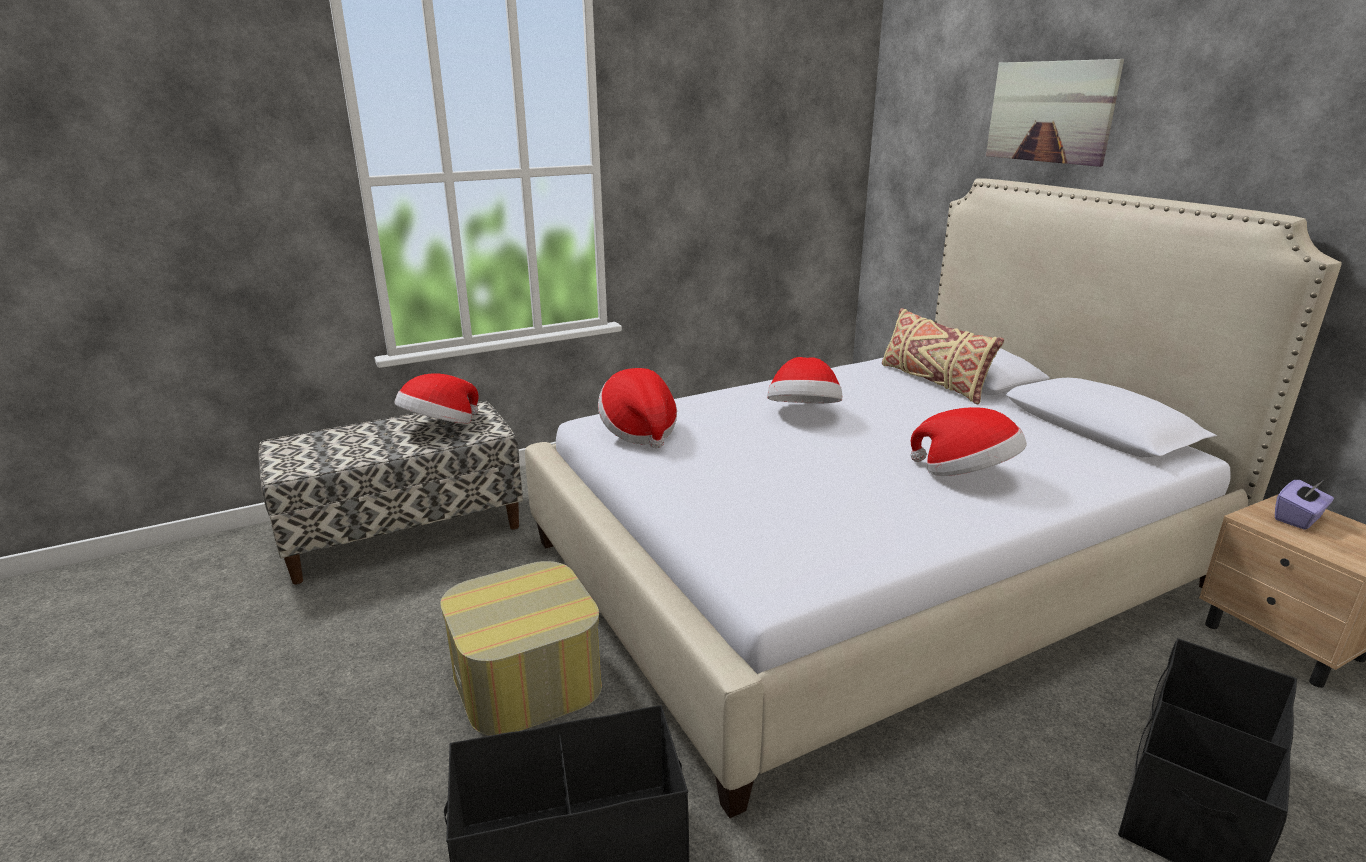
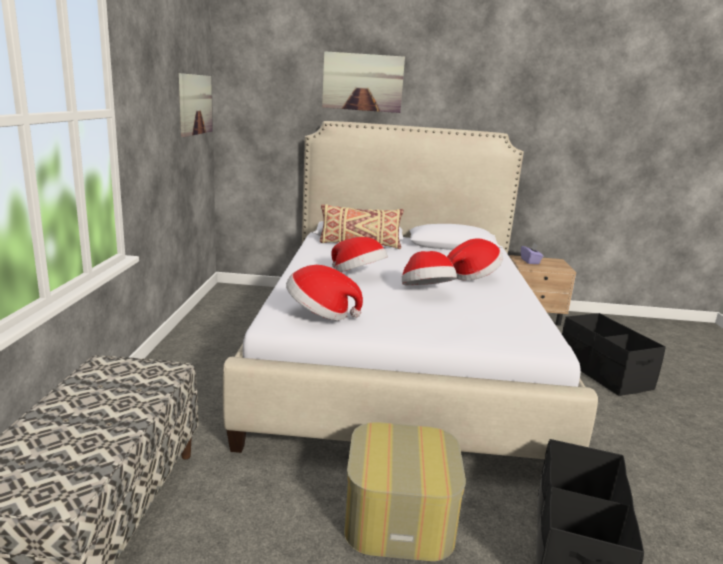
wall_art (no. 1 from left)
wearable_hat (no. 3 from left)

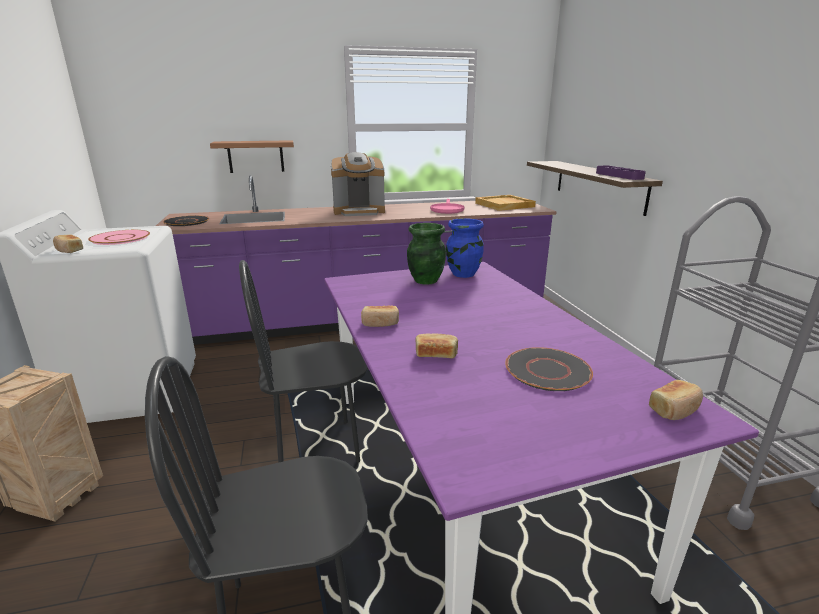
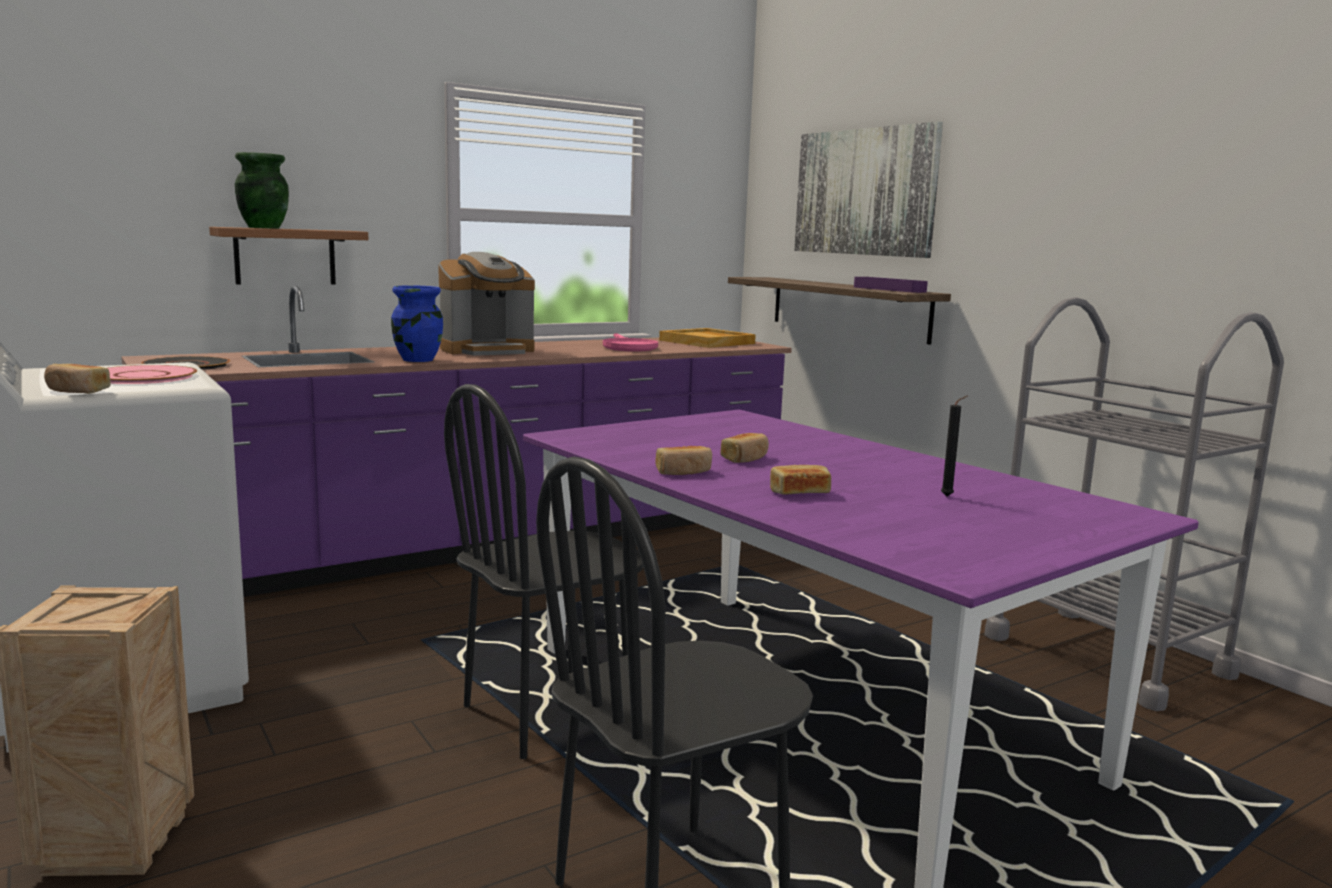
wall_art
green_decorative_vase
bluish_decorative_vase
baked_bread (no. 3 from left)
black_candle

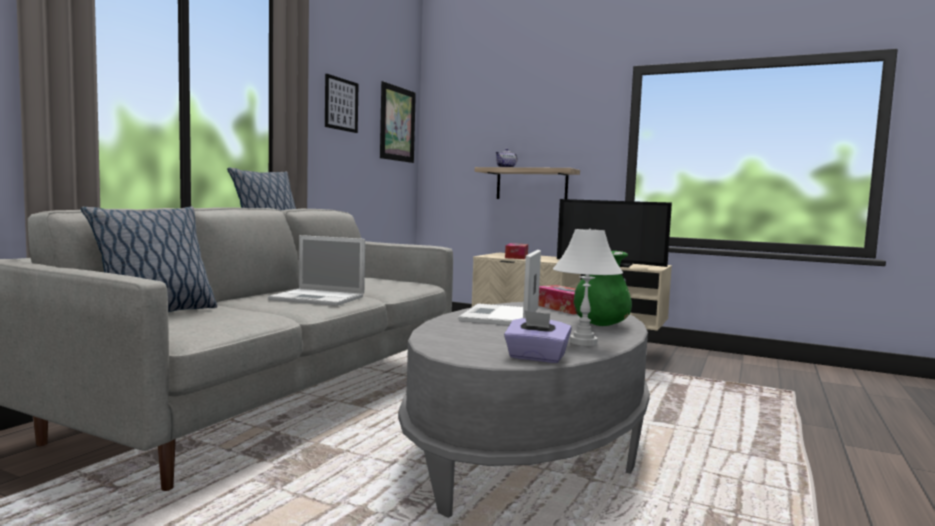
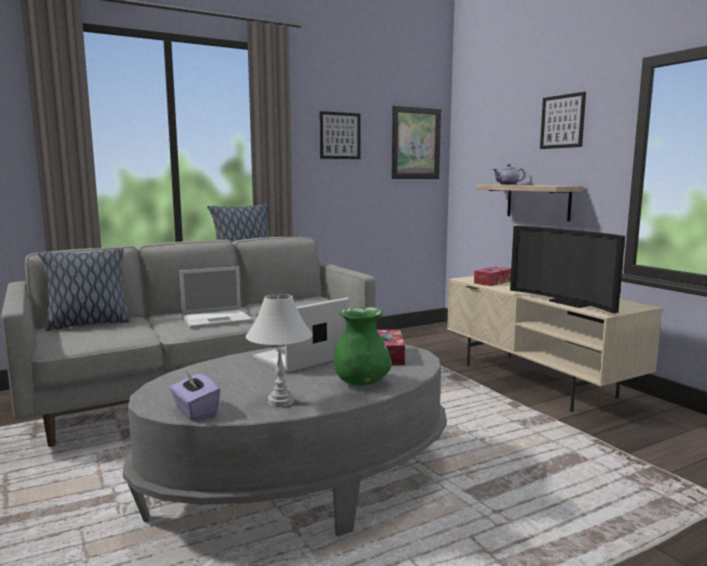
wall_art (no. 3 from left)
portable_computer (no. 1 from left)

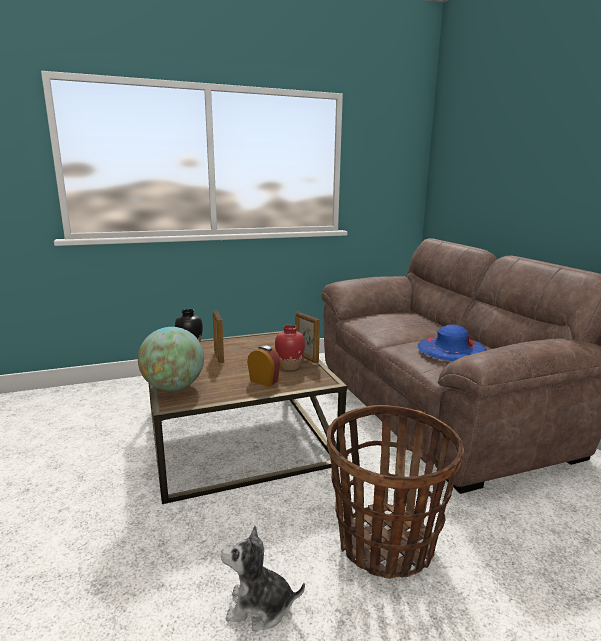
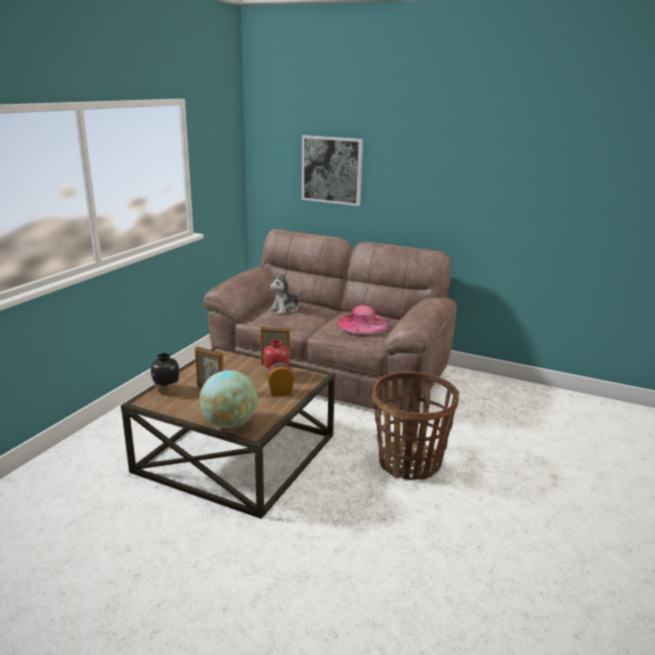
wall_art
plush_toy
pinkish_wearable_hat

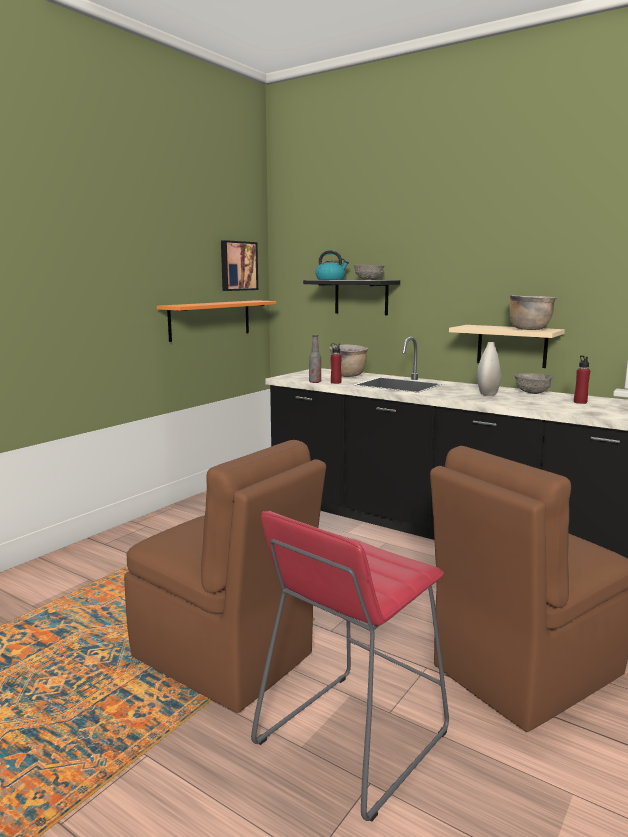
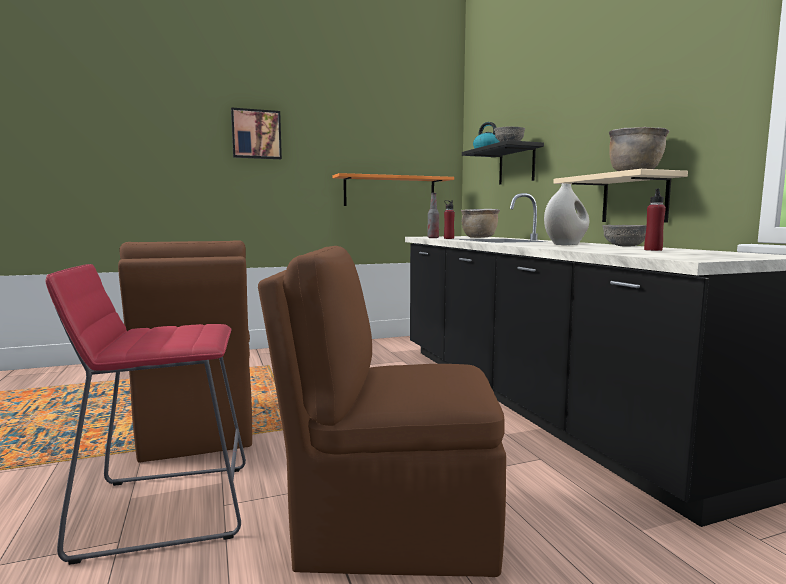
wall_art

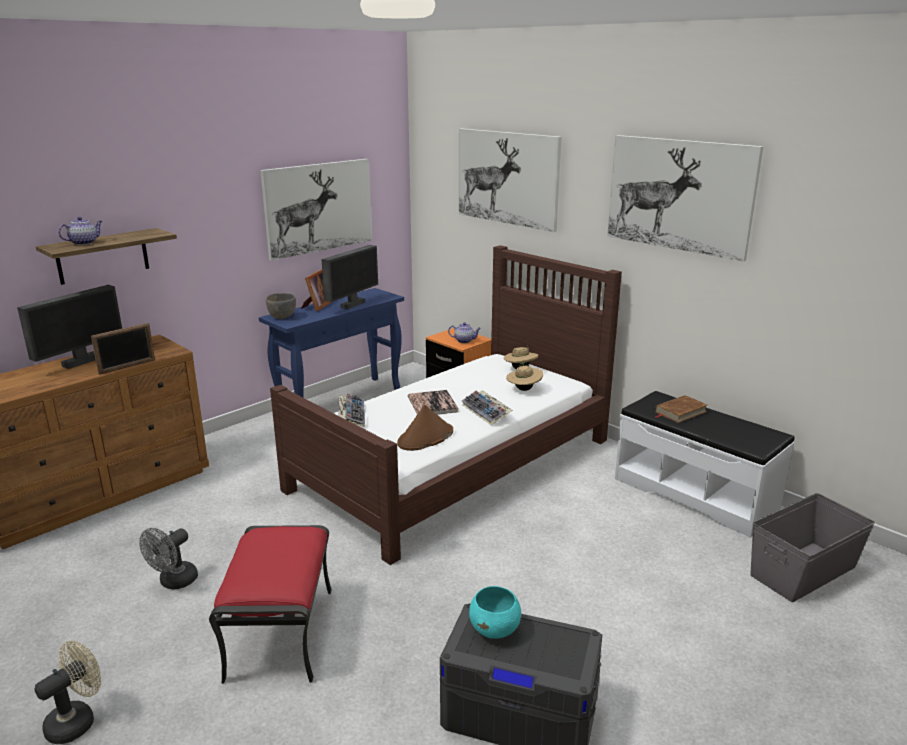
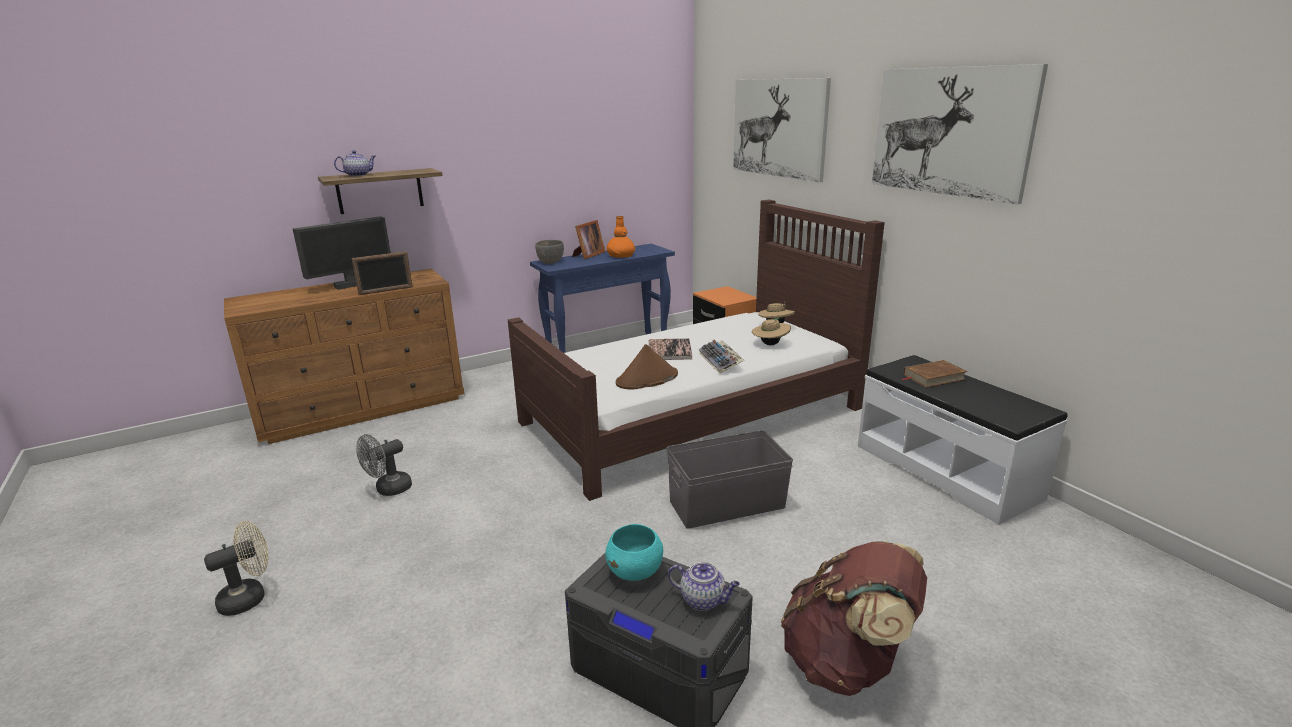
reddish_pouffe
wall_art (no. 1 from left in the first image)
PC_keyboard (no. 1 from left in the first image)
brown_backpack
teapot (no. 2 from left)
greyish_storage_bin (no. 2 from left)
orange-coloured_decorative_vase

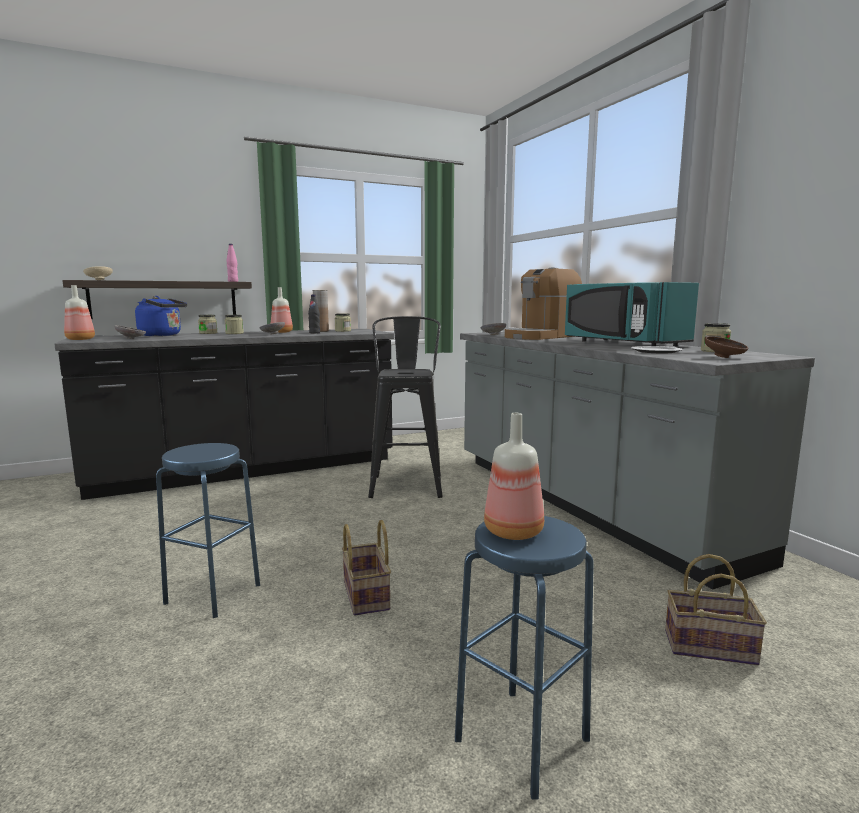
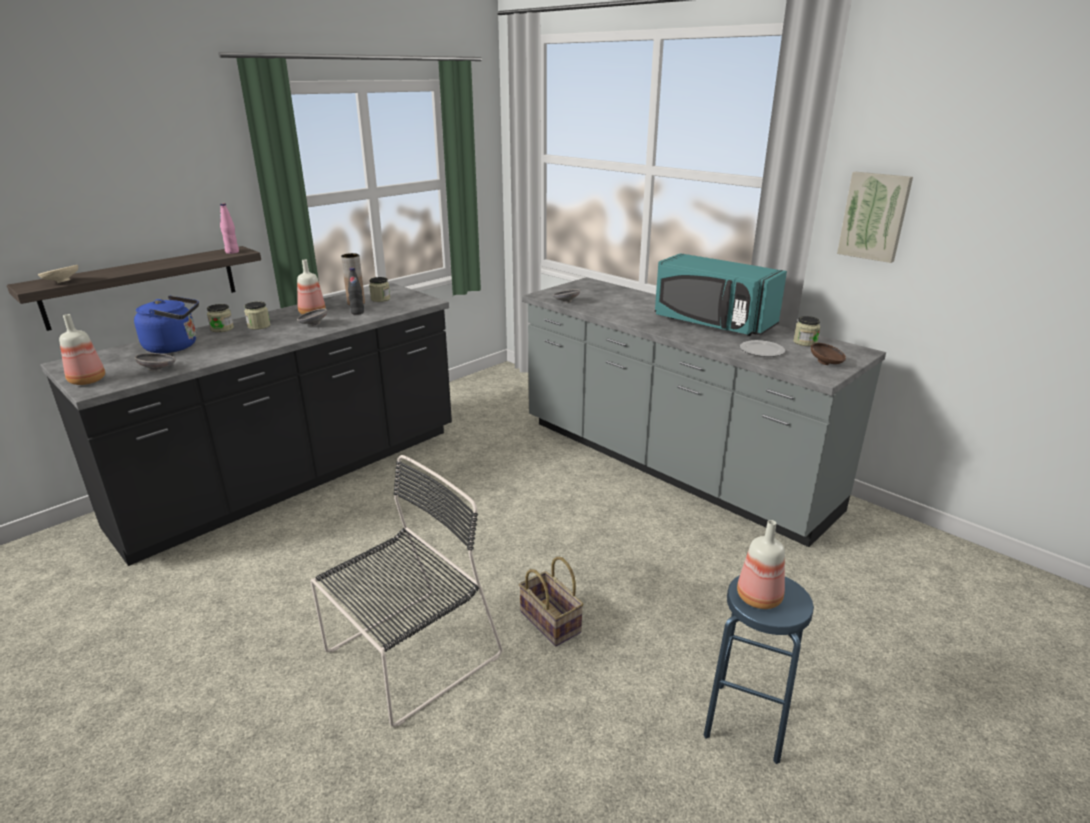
black_stool
coffee_brewer
storage_basket (no. 2 from left in the first image)
wall_art
black_chair

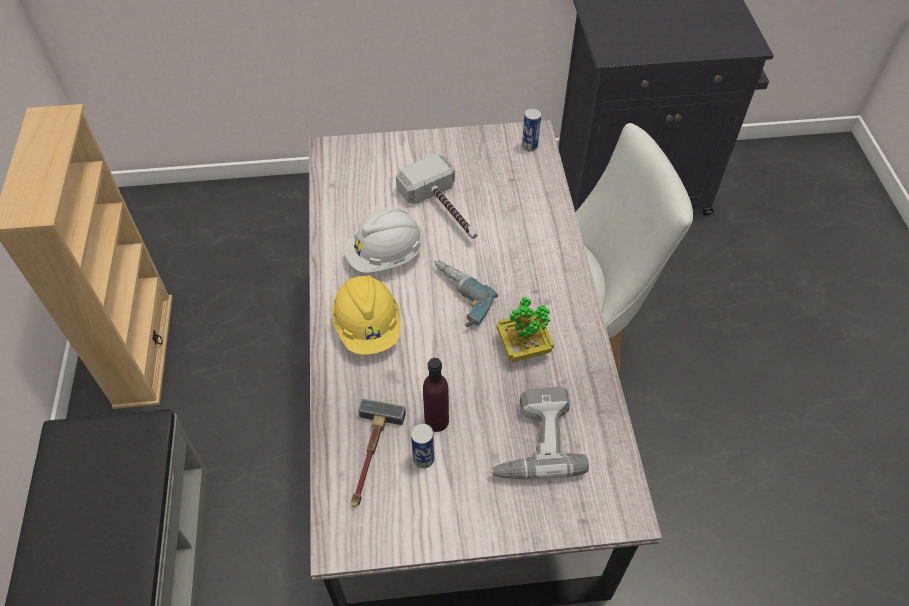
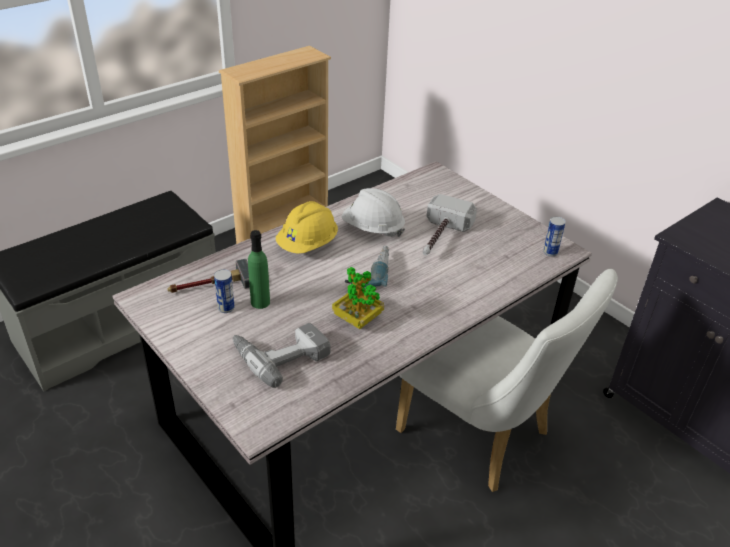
green_drink_bottle

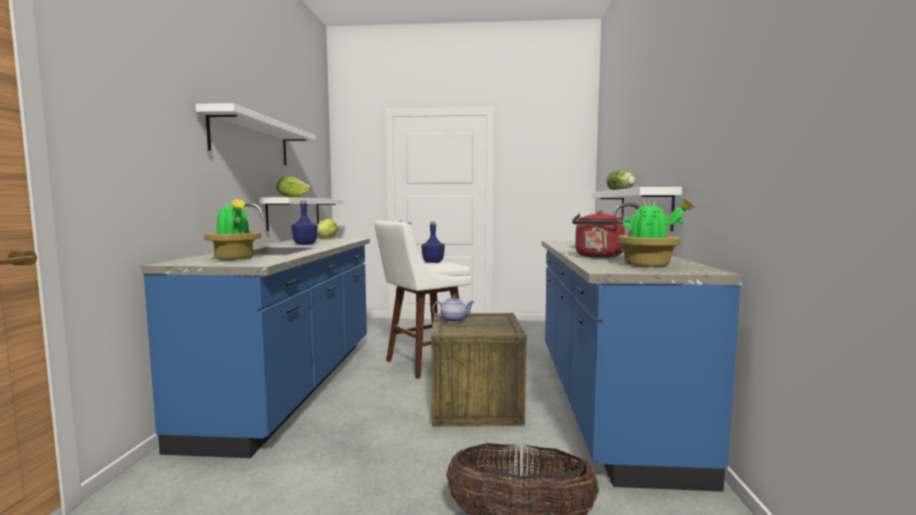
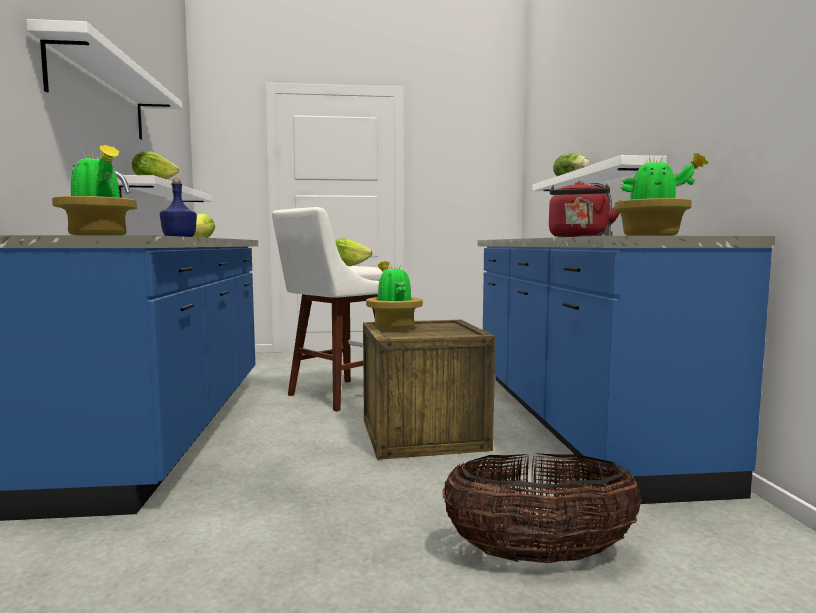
head_of_lettuce (no. 3 from left)
houseplant (no. 2 from left)

